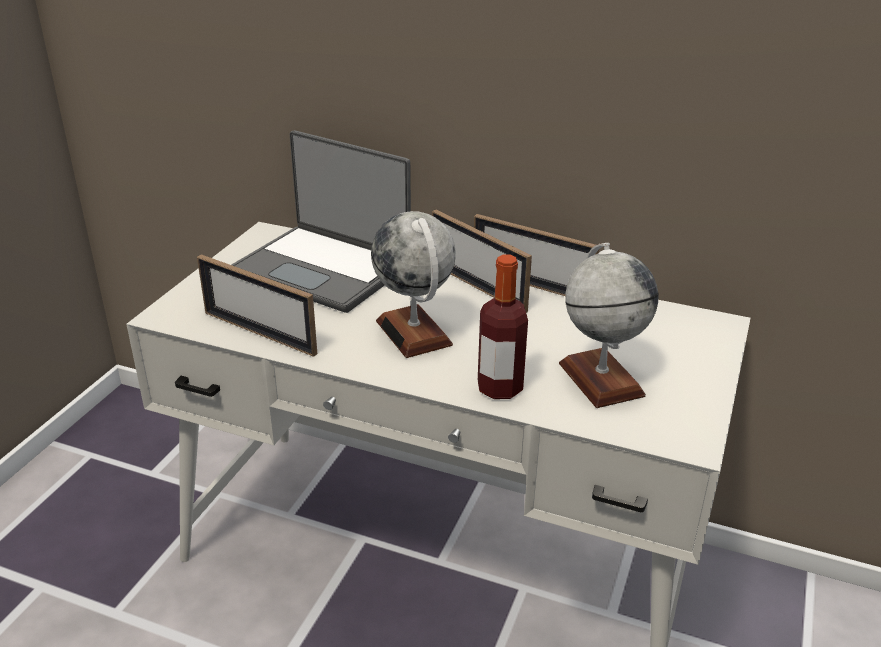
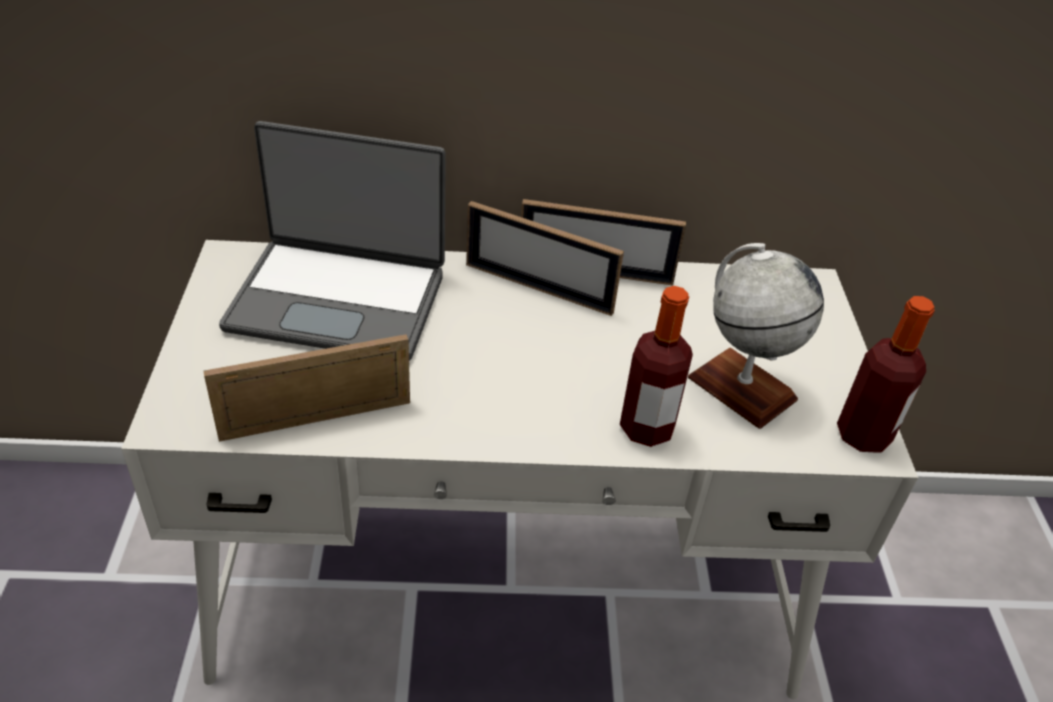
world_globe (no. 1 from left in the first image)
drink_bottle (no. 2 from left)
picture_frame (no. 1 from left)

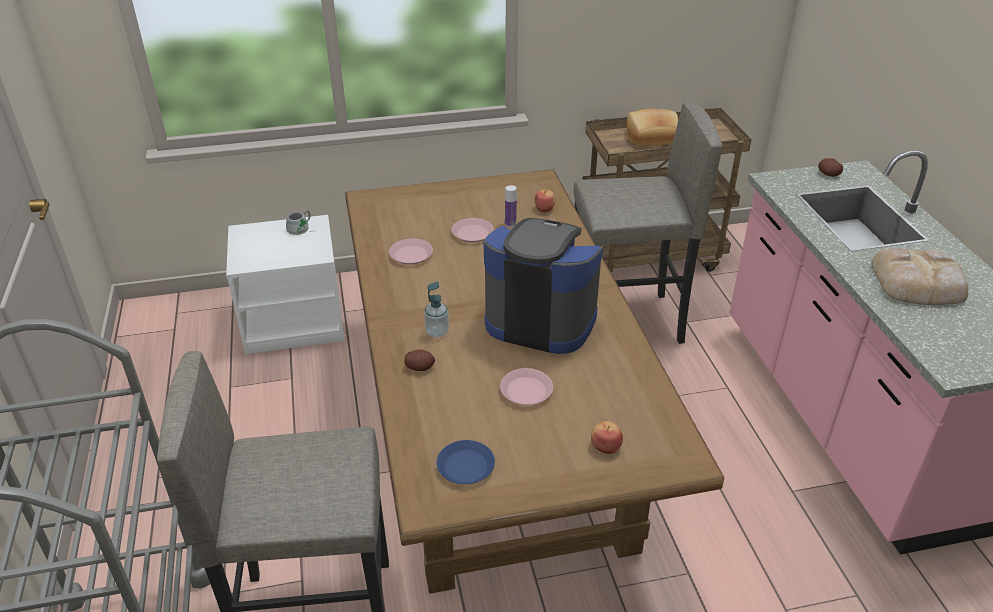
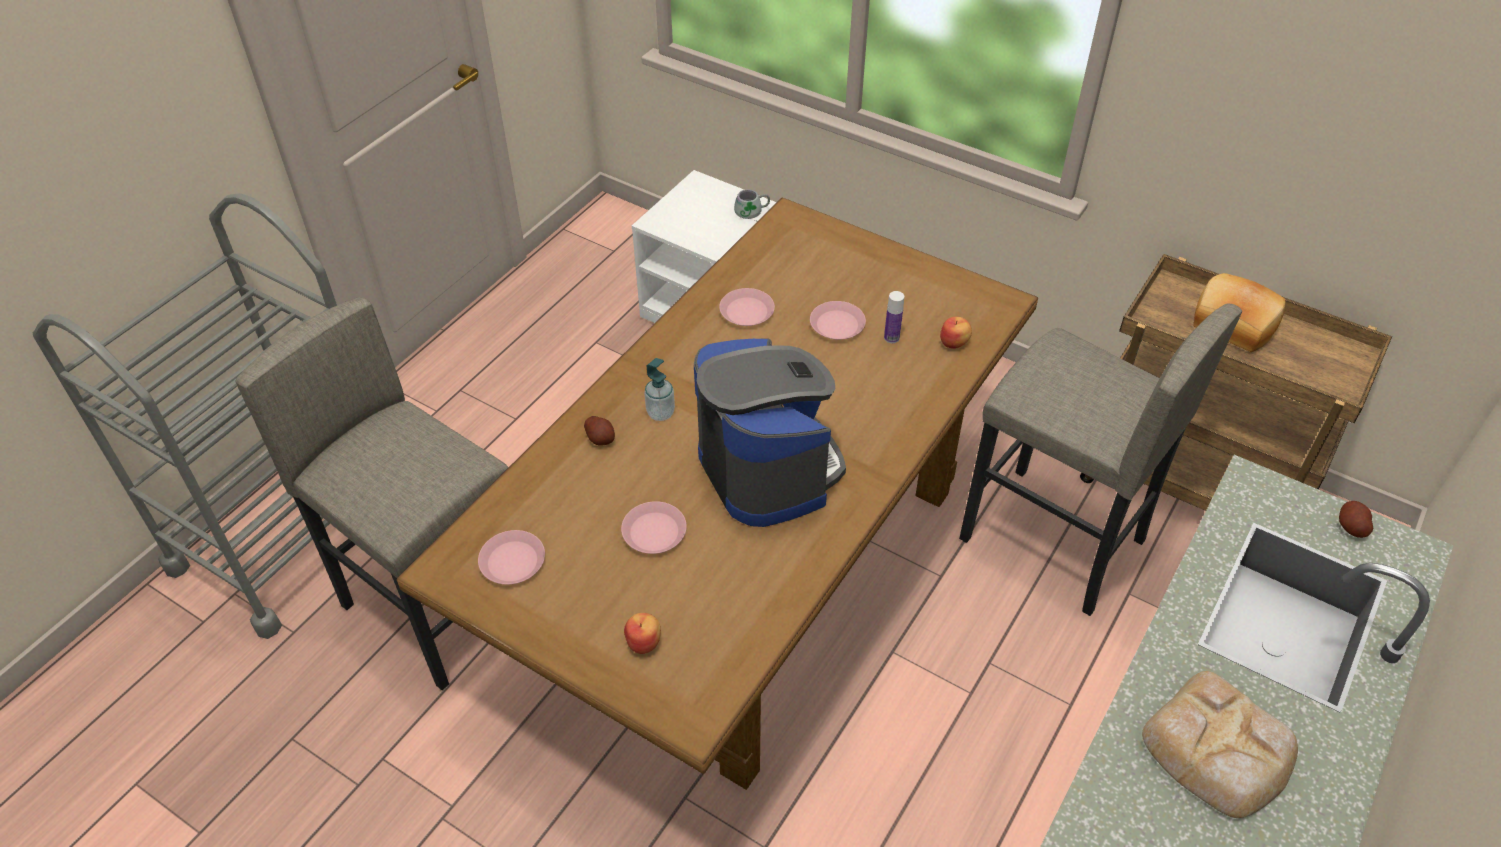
pinkish_plate (no. 1 from left)

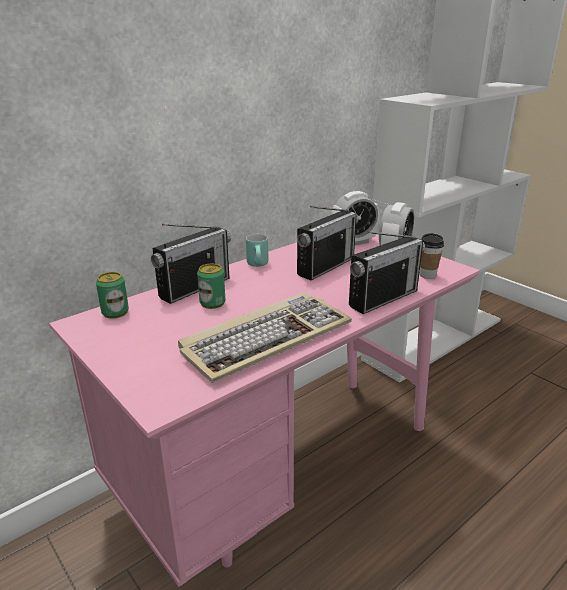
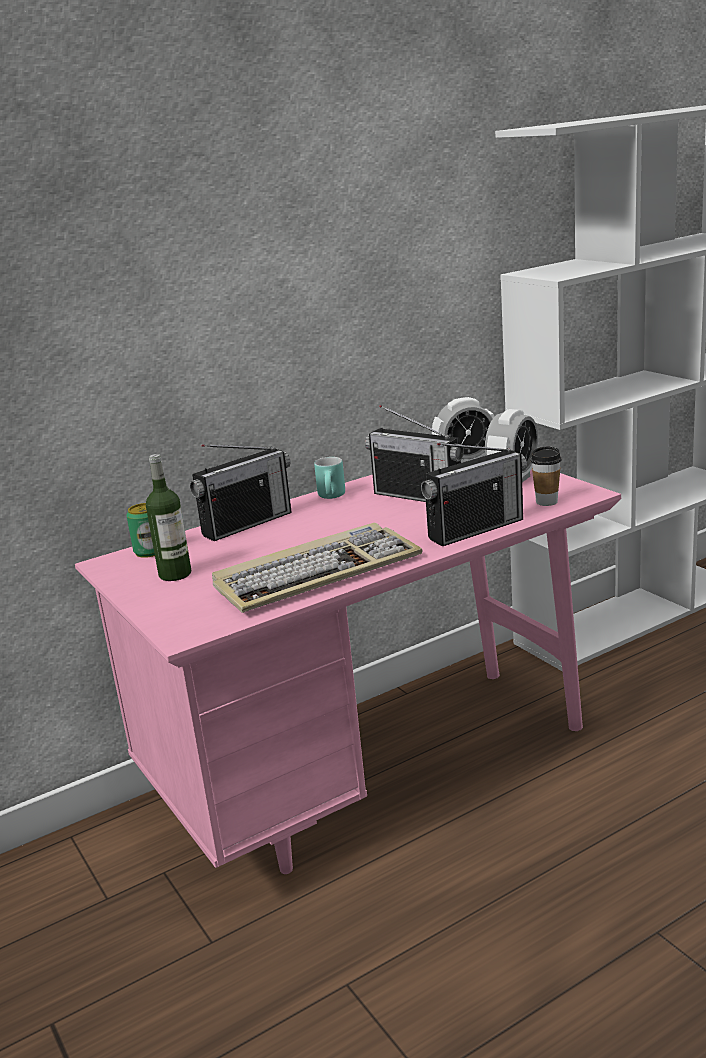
sealed_can (no. 2 from left in the first image)
drink_bottle
radio_set (no. 2 from left)

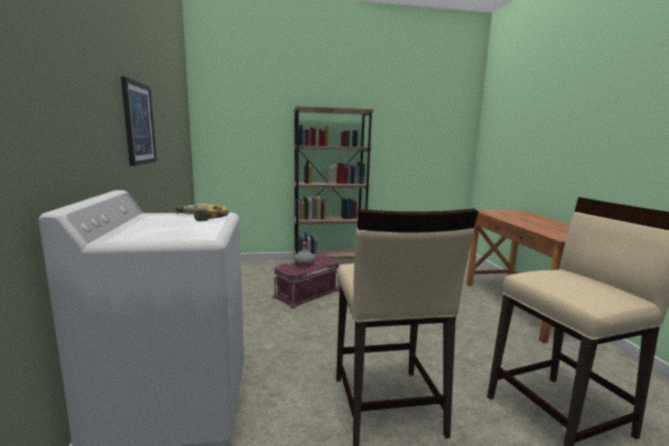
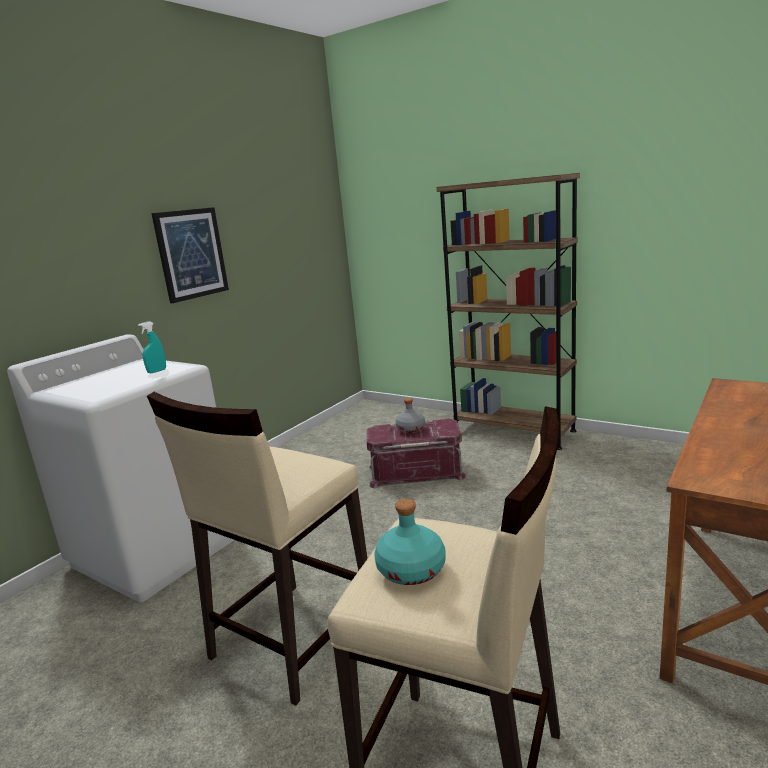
blue-green_drink_bottle
blue-green_spray_bottle

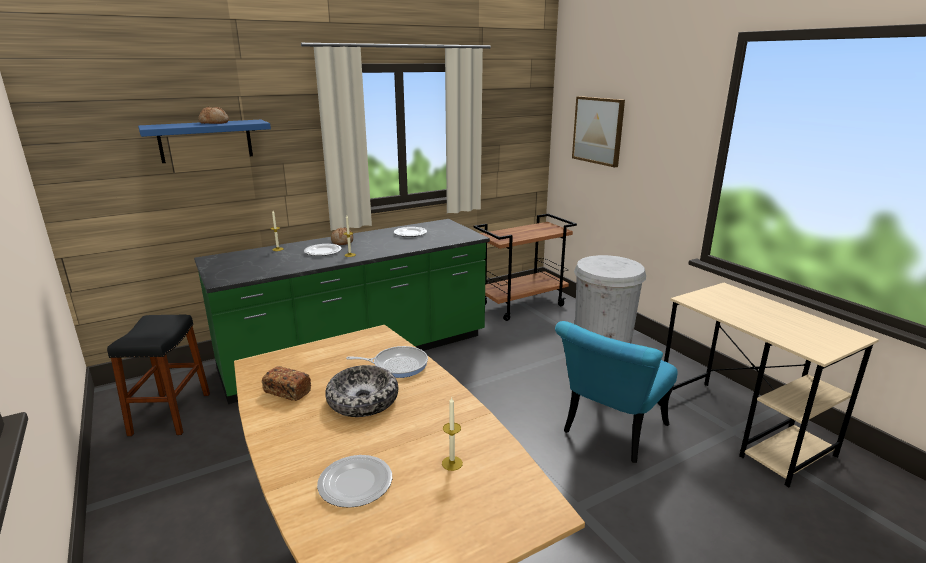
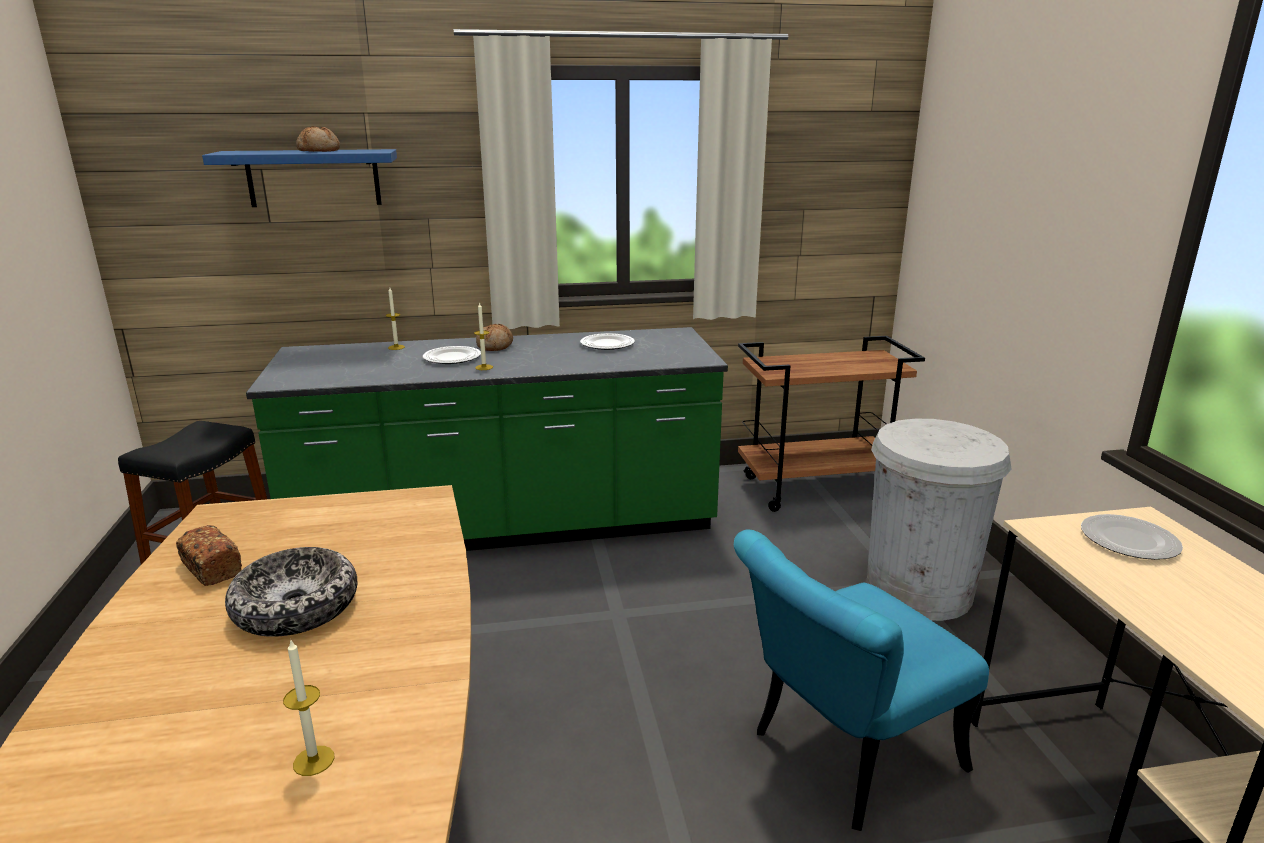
frying_pan
wall_art
plate (no. 3 from left)

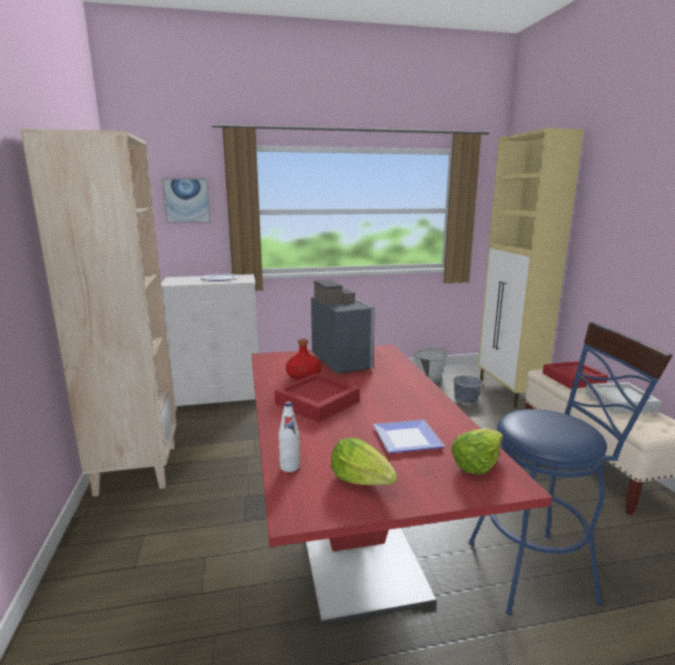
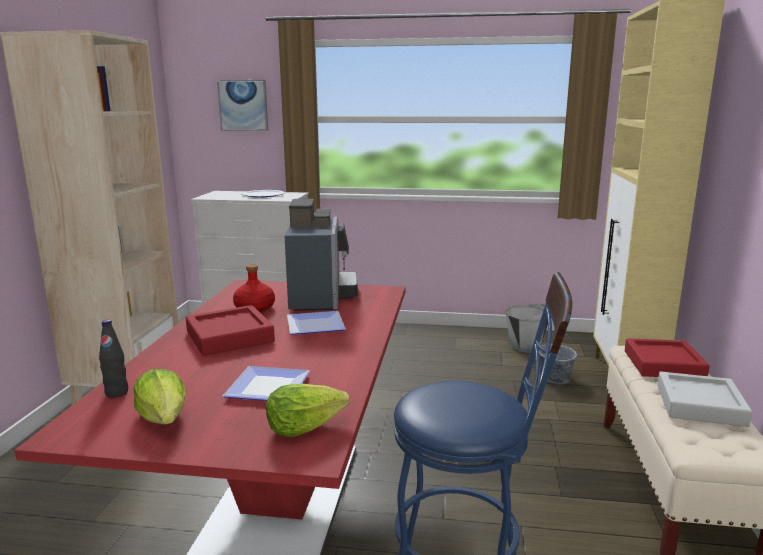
plate (no. 3 from left)
black_drink_bottle

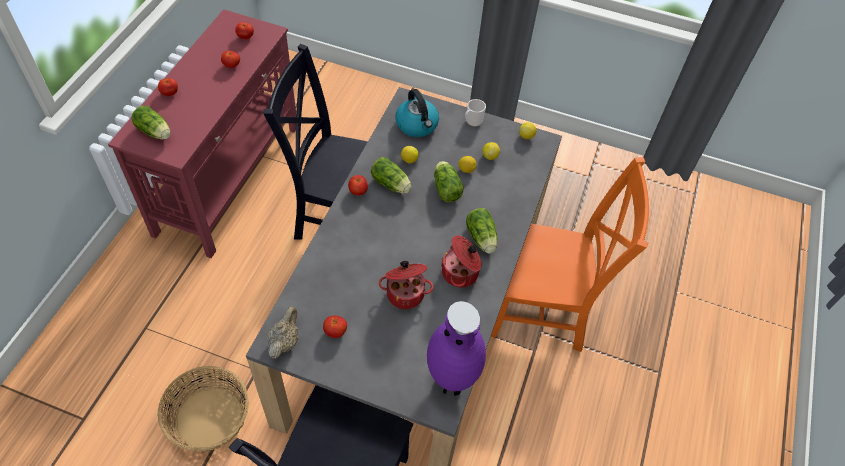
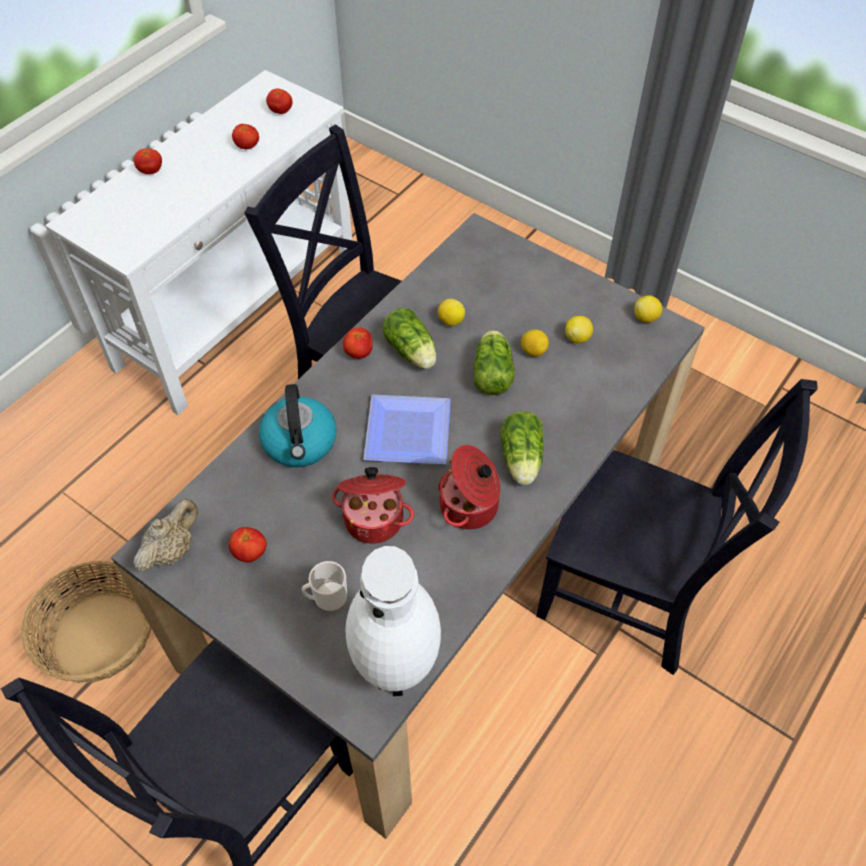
head_of_lettuce (no. 1 from left in the first image)
plate
tea_kettle
coffee_mug
whitish_narrow_table
whitish_decorative_vase
black_chair (no. 3 from left)

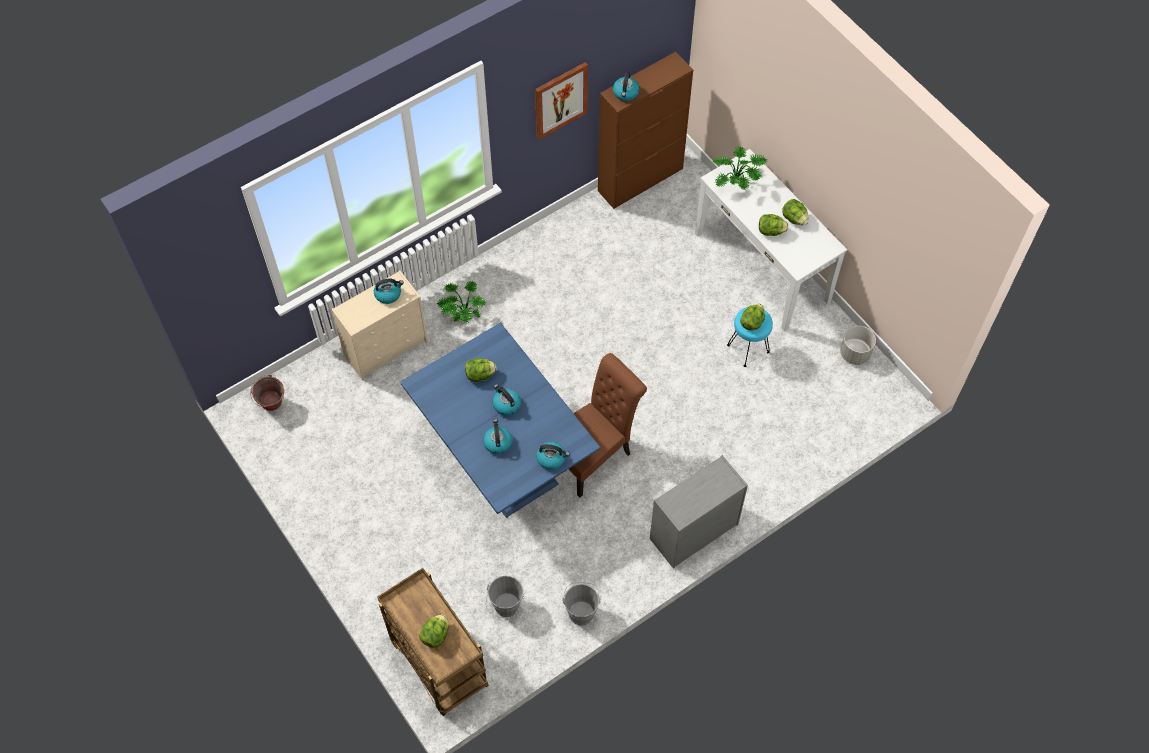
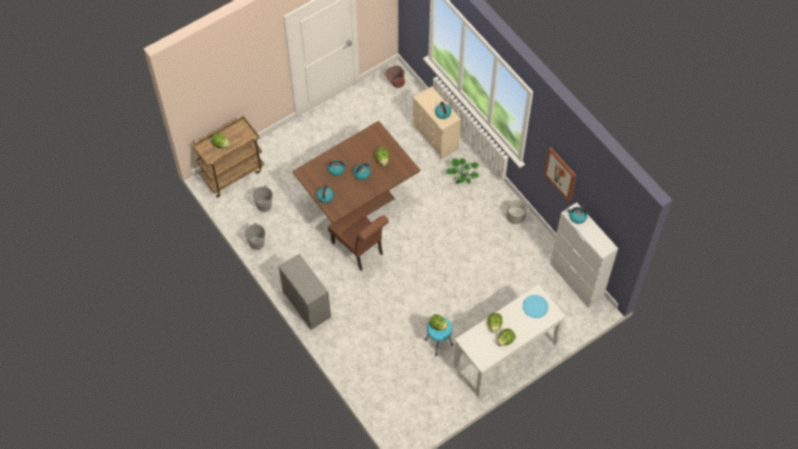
greyish_flower_pot
bluish_plate
brown_dining_table
whitish_storage_cabinet

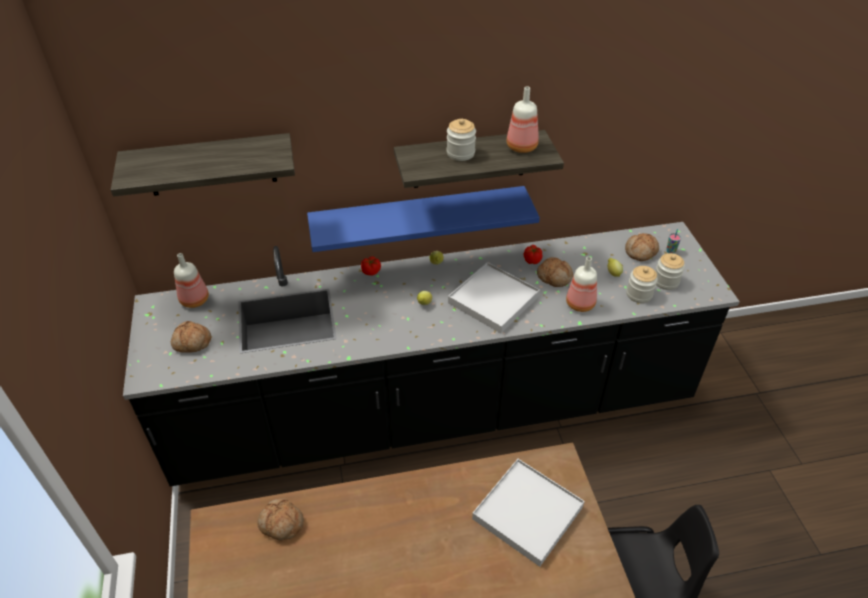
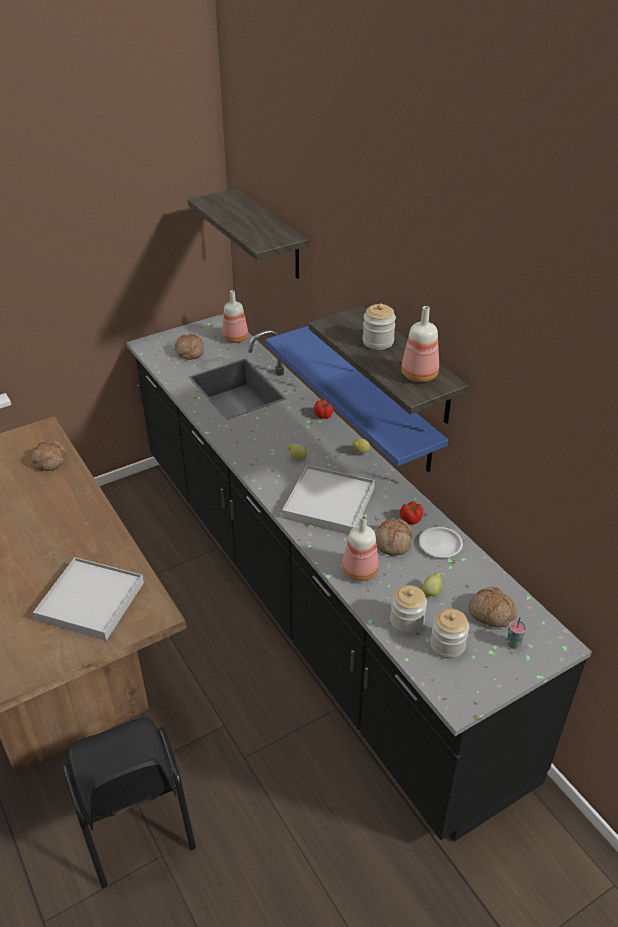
whitish_plate

